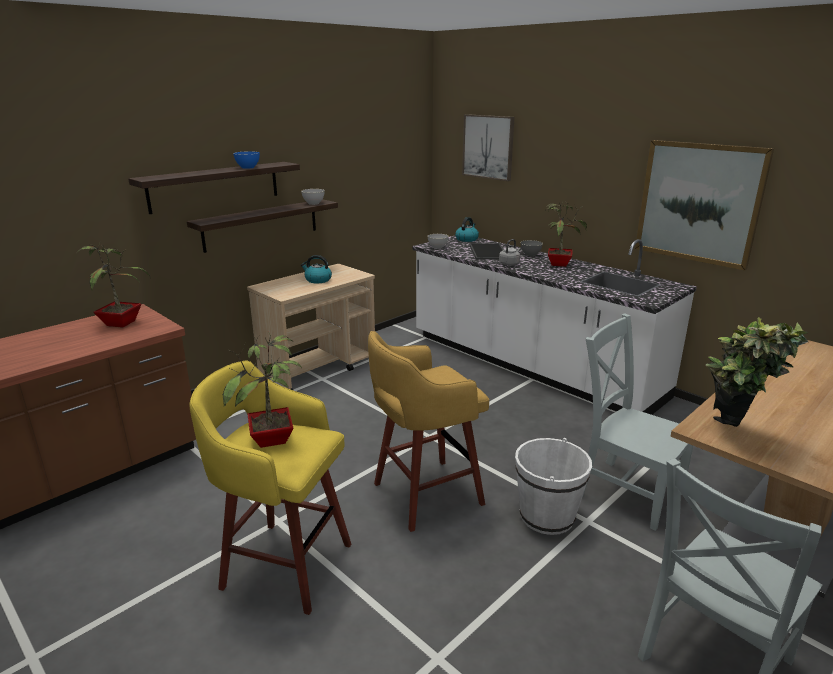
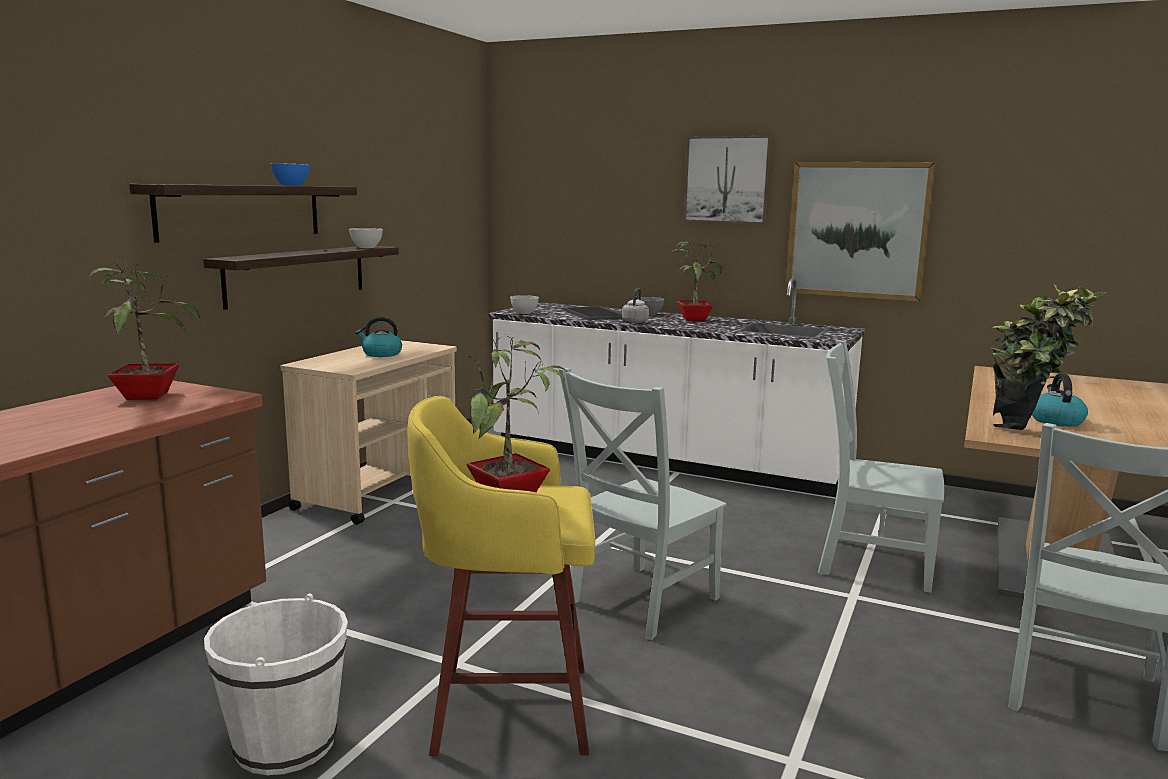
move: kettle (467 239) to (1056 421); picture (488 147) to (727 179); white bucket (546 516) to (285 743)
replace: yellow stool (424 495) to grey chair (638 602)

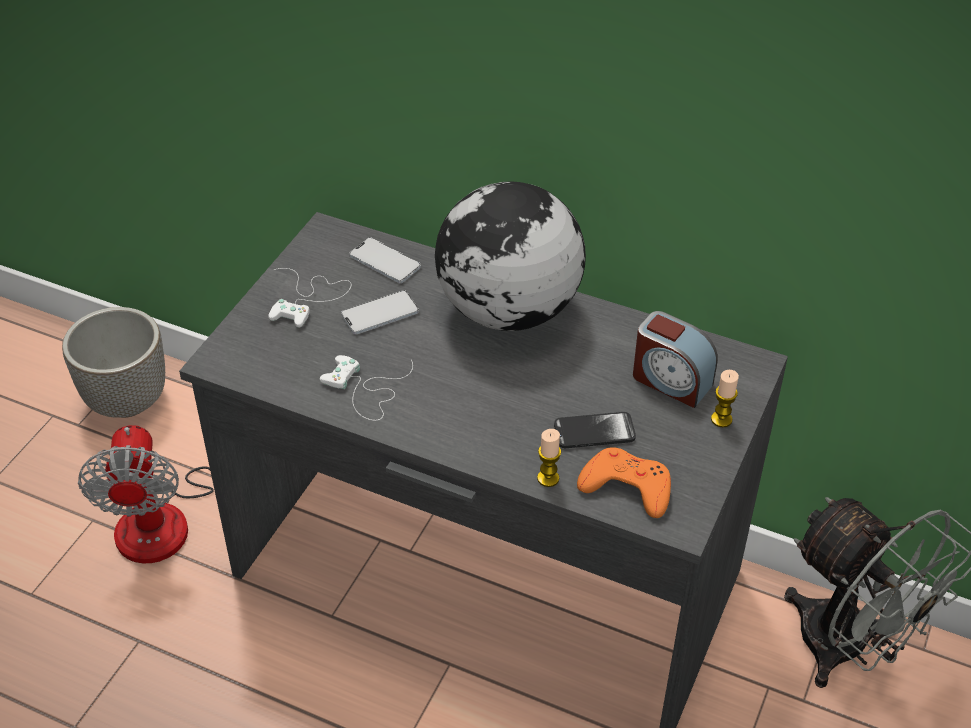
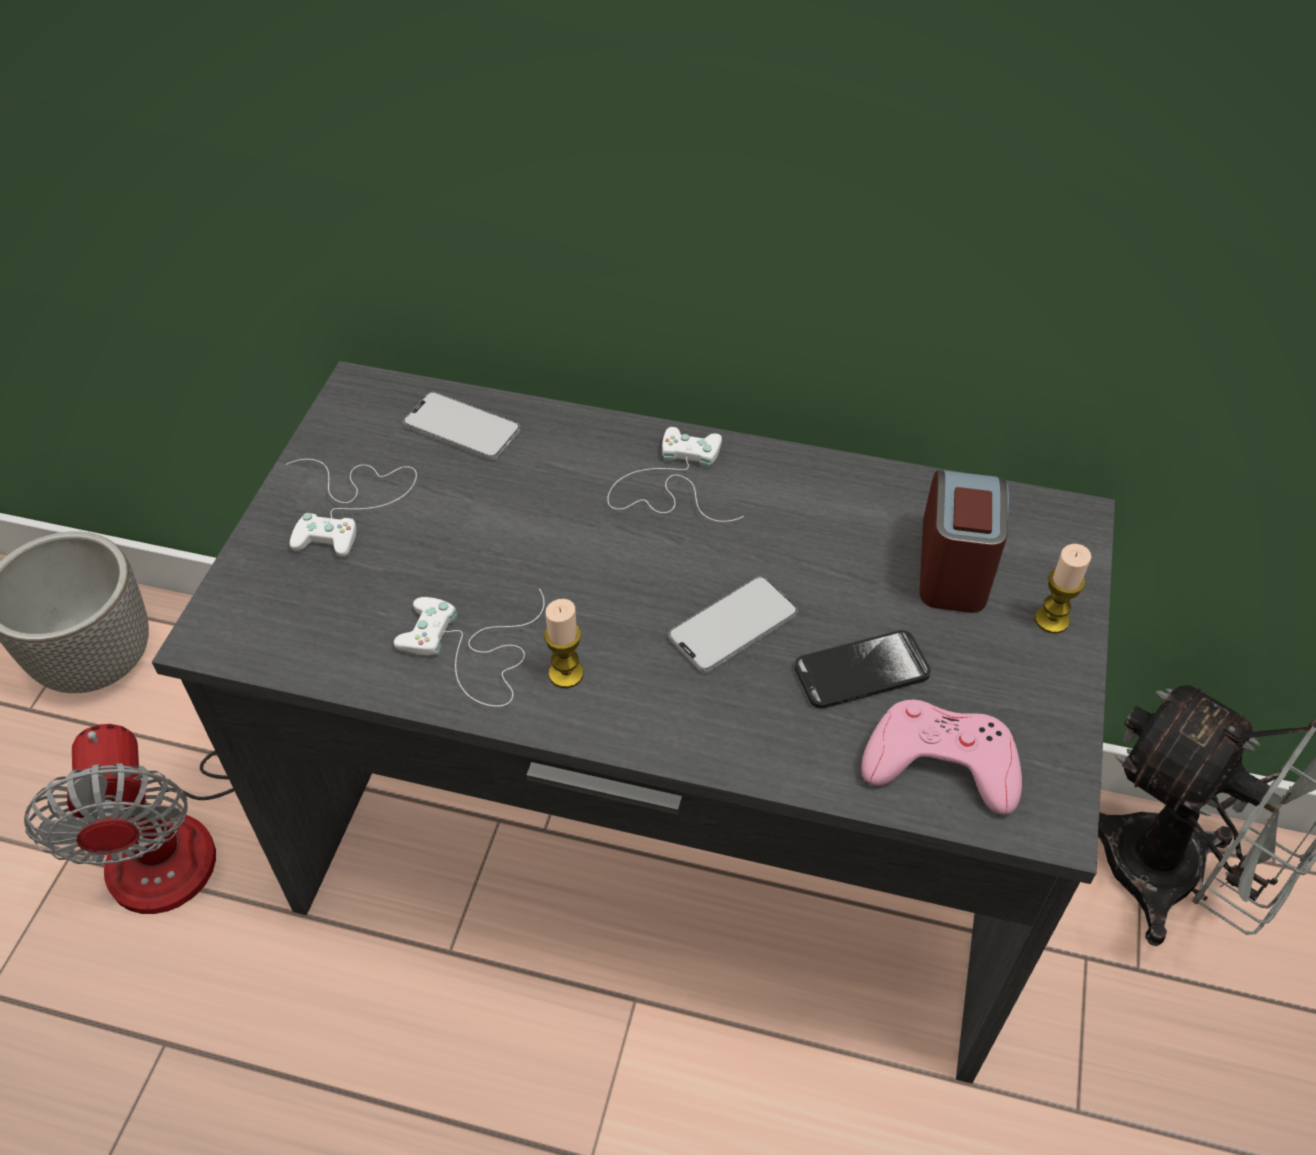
move: phone (380 314) to (733 626); candle (548 478) to (566 674)
replace: globe (507 311) to white game controller (671 483)
recolor: orange game controller (626 487) to pink game controller (940 763)
rotate: alarm clock (671 381) = (954 565) 105 degrees counterclockwise

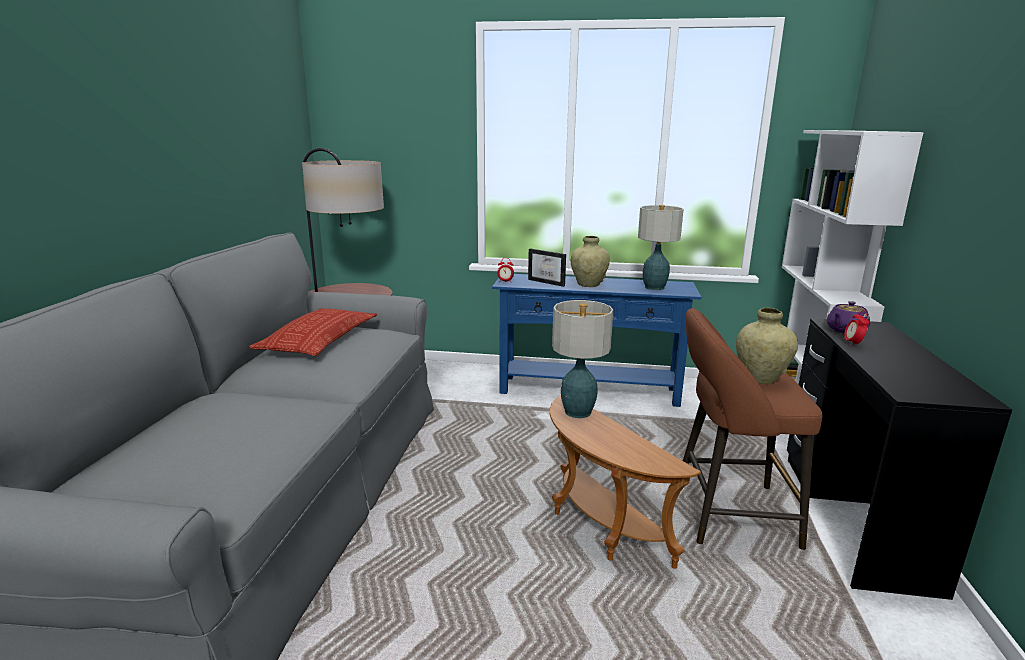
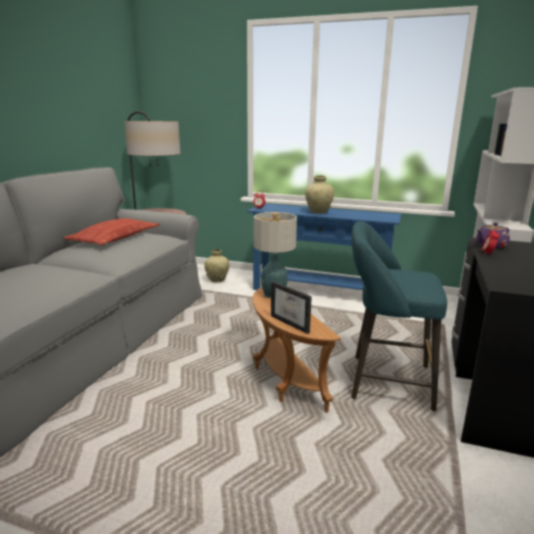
delete: table lamp (655 287)
move: picture frame (549 282) to (294 323); beige vase (761 378) to (217 280)
recolor: brown stool (726 513) to turquoise stool (385 381)

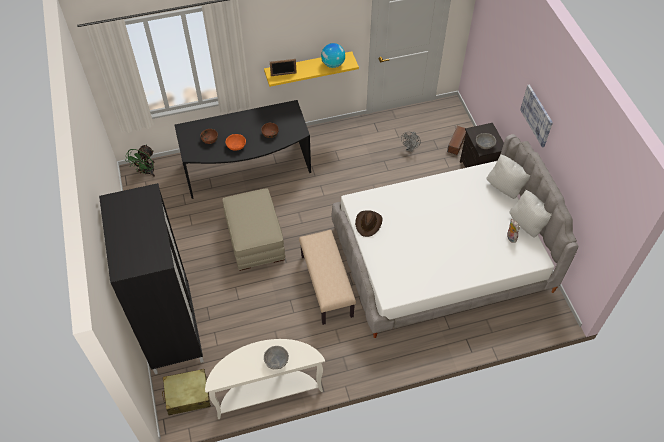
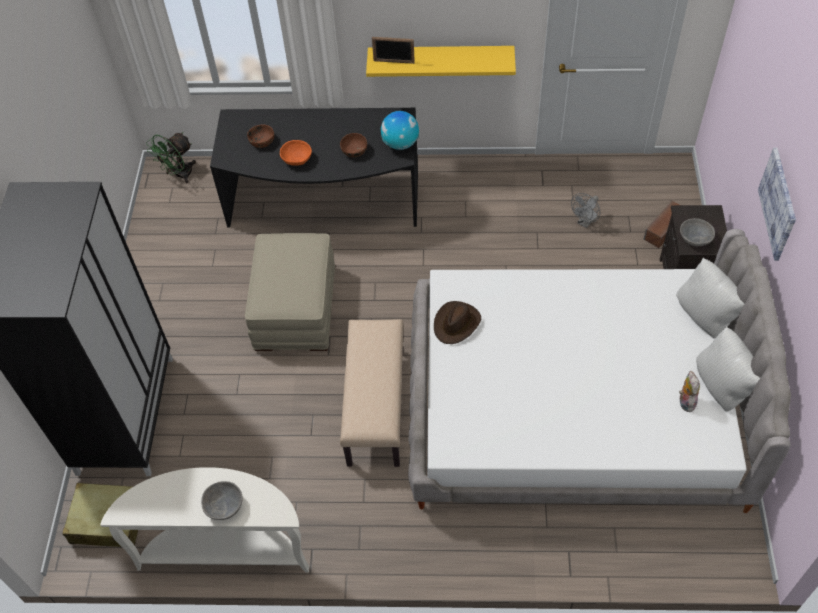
move: globe (333 64) to (400 144)

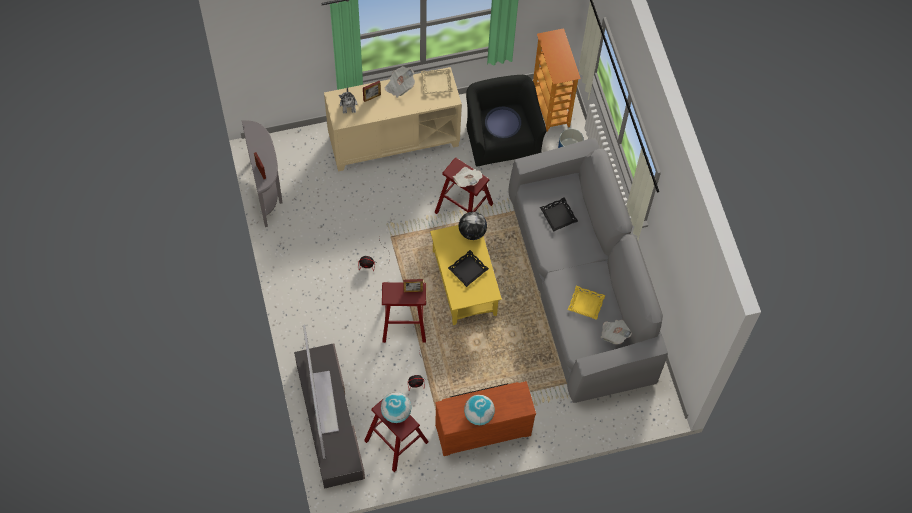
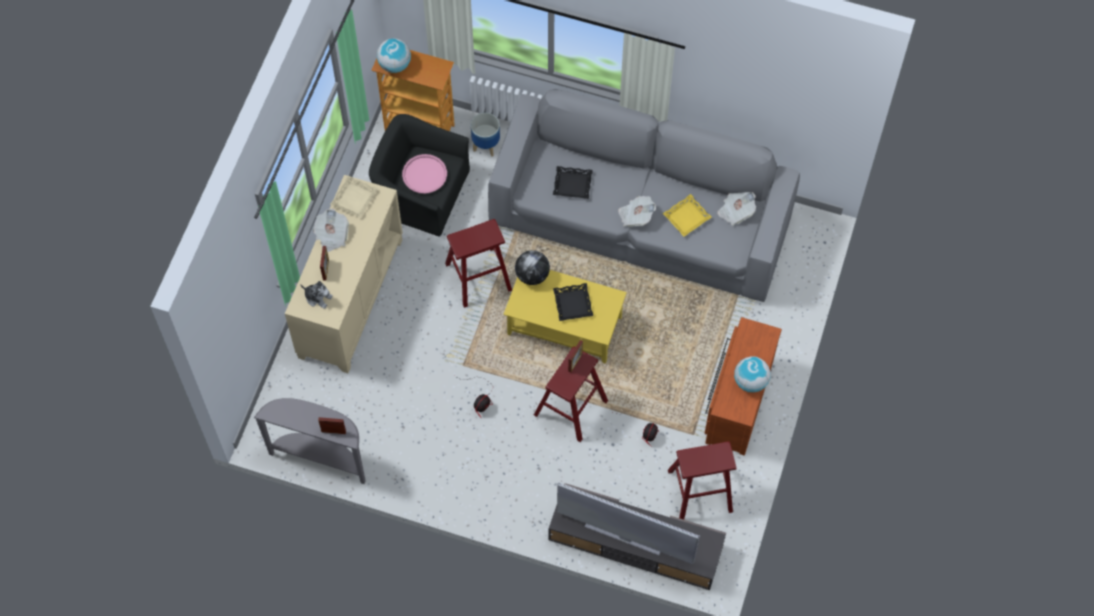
move: globe (396 412) to (395 64); newspaper (467 180) to (636 216)
recolor: blue tray (502 123) to pink tray (424 174)

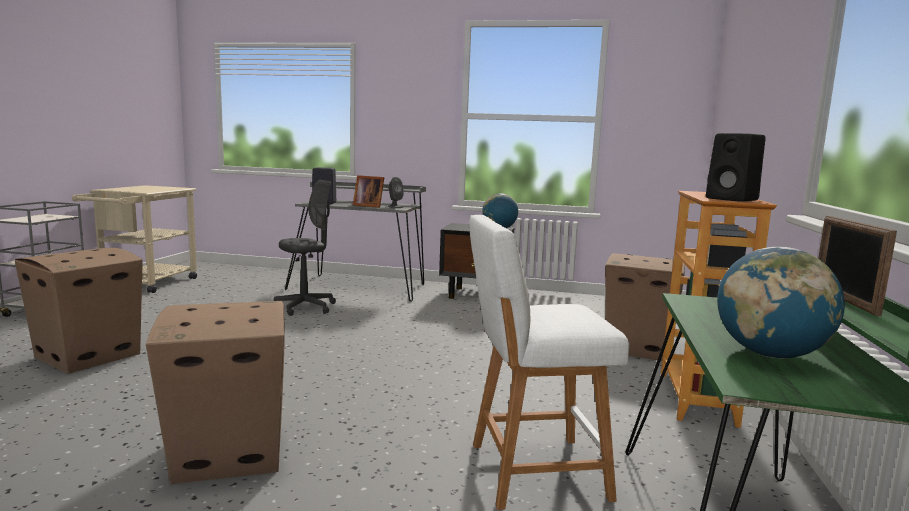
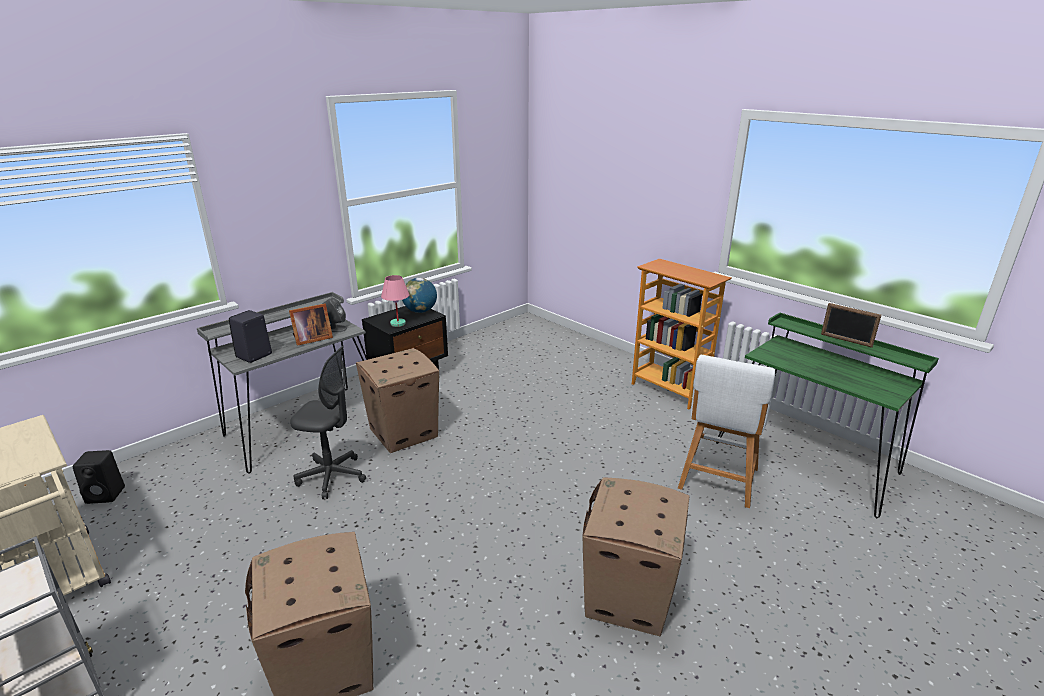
delete: globe (770 354)
insert: pink table lamp (397 323)
move: cardboard box (639 347) to (404 432); black speaker (733 199) to (107 495)
rotate: grey office chair (305 307) = (332 477) 105 degrees clockwise

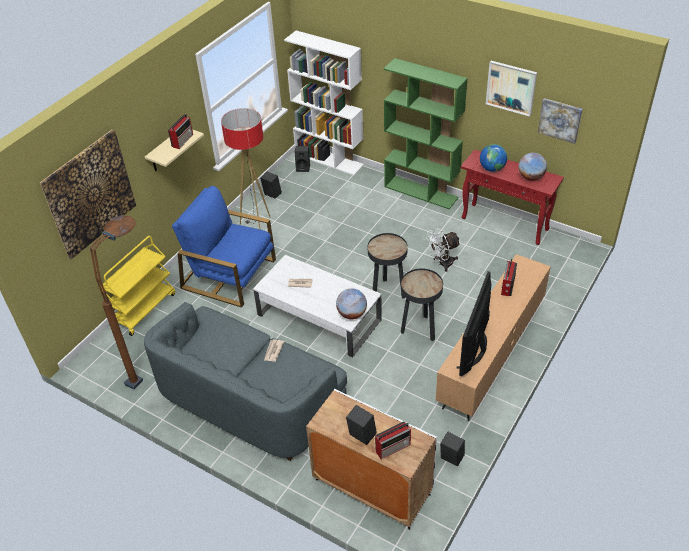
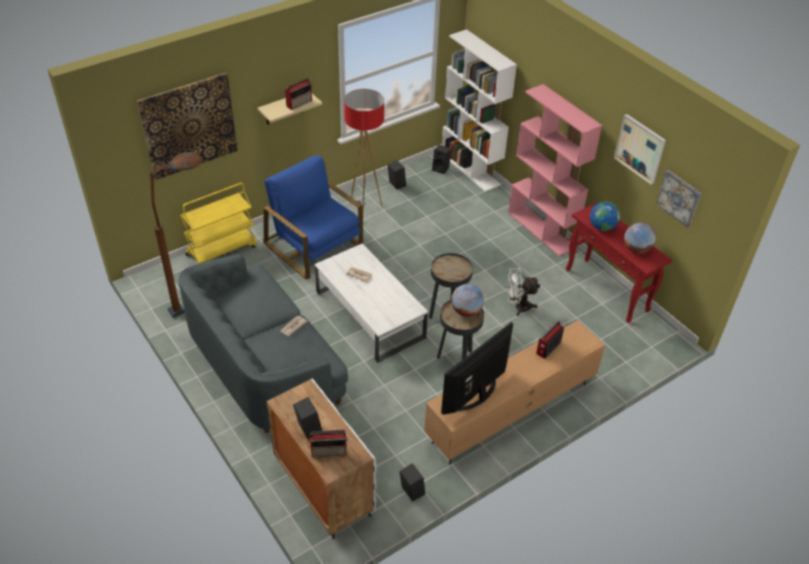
move: globe (351 314) to (466 311)
recolor: green bookcase (421 192) to pink bookcase (541 230)

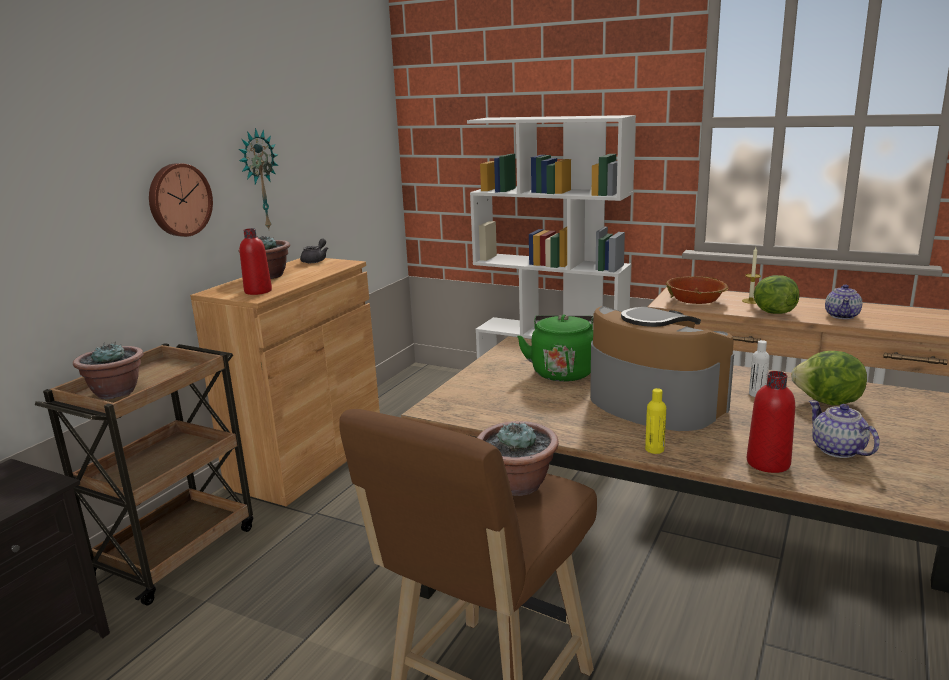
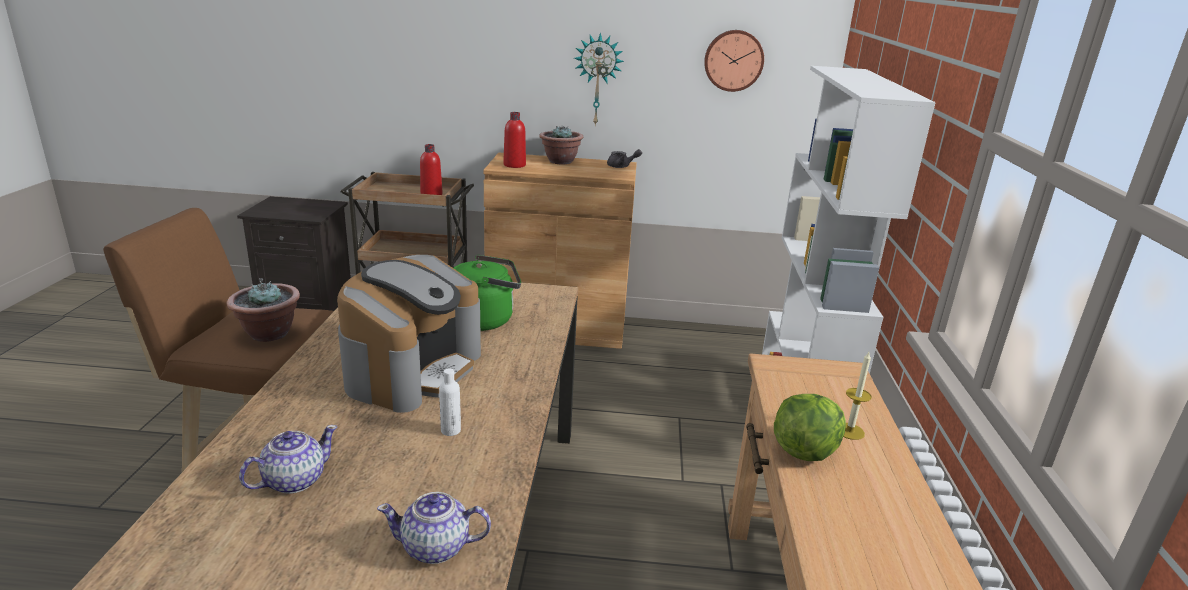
delete: potted plant (116 392); yellow bottle (654 449); bowl (695 301); lettuce (828 402)
move: wall clock (178 200) to (733 60); red bottle (768 463) to (431 194); teapot (842 316) to (436 548)

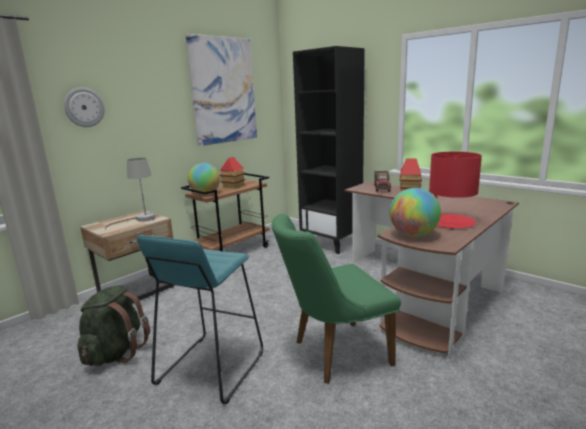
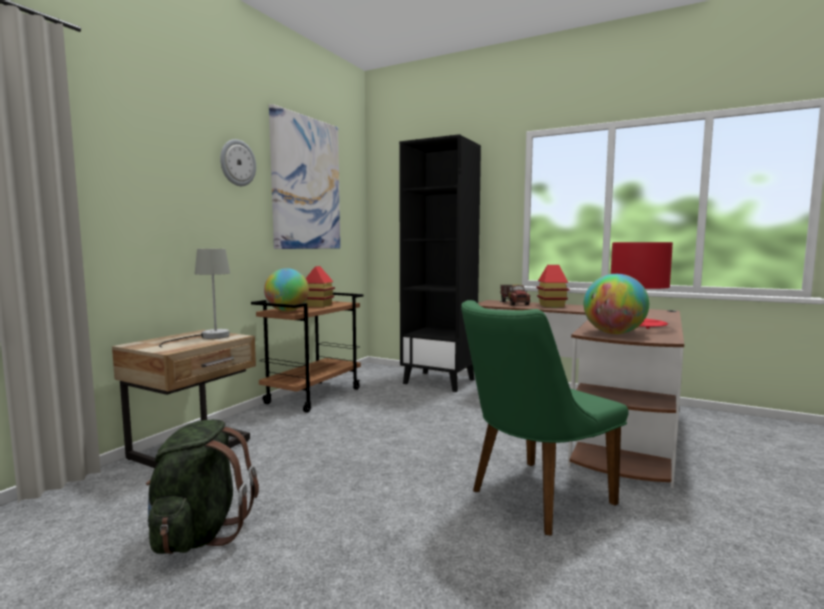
delete: turquoise stool (210 368)
move: wall clock (84 107) to (237 163)

